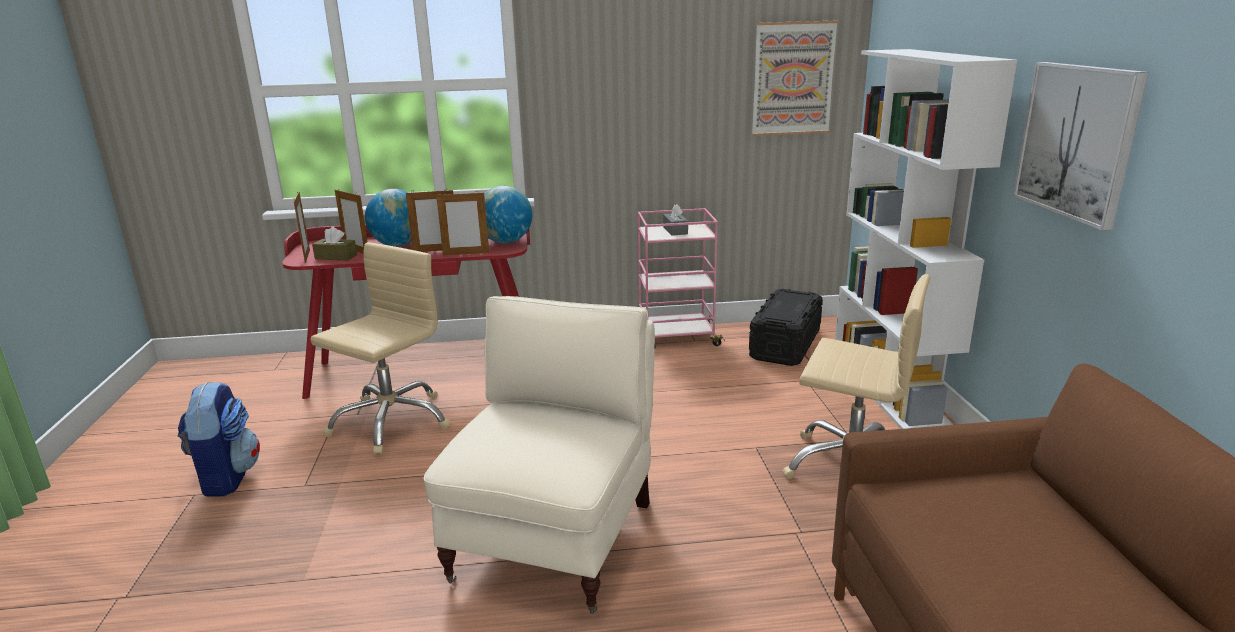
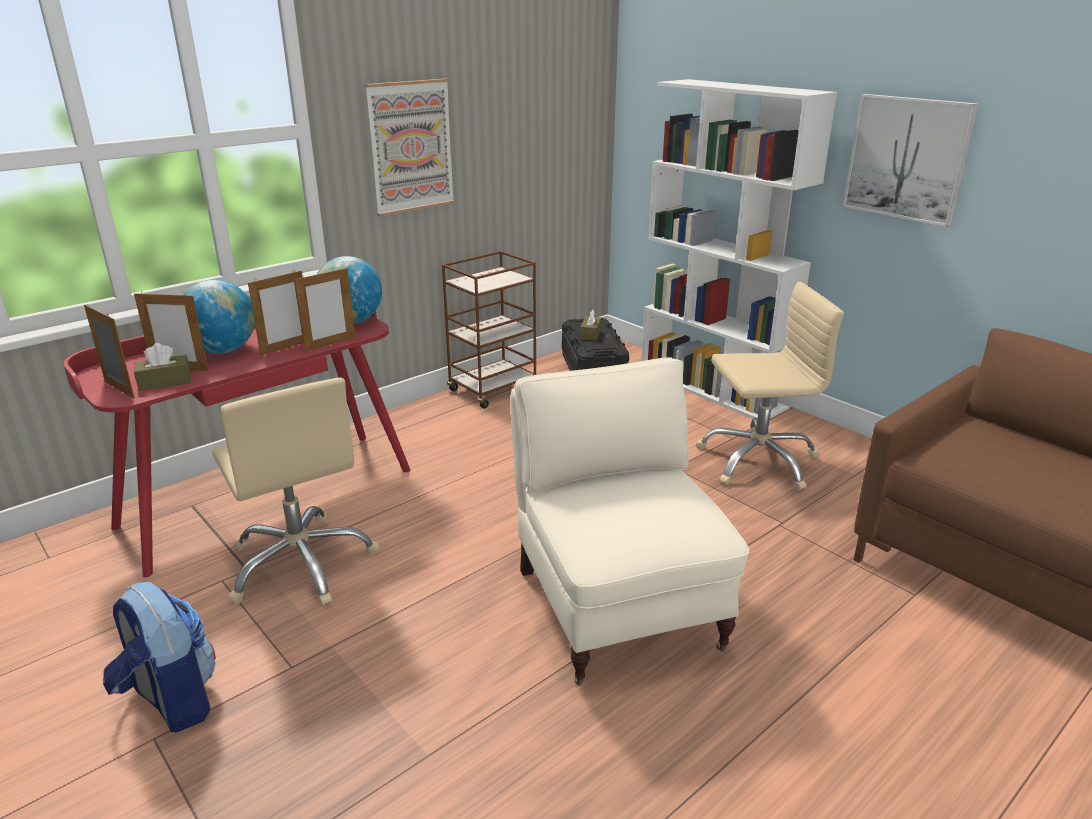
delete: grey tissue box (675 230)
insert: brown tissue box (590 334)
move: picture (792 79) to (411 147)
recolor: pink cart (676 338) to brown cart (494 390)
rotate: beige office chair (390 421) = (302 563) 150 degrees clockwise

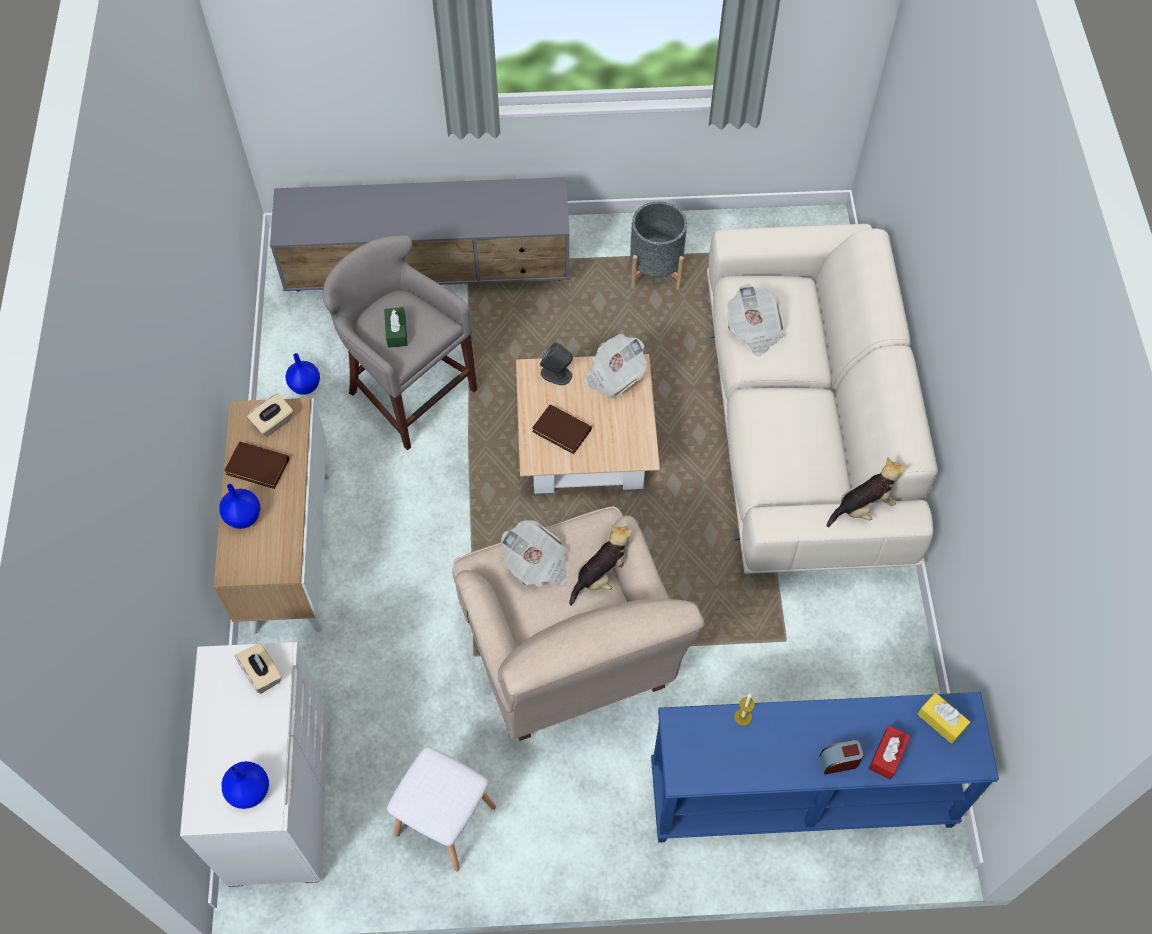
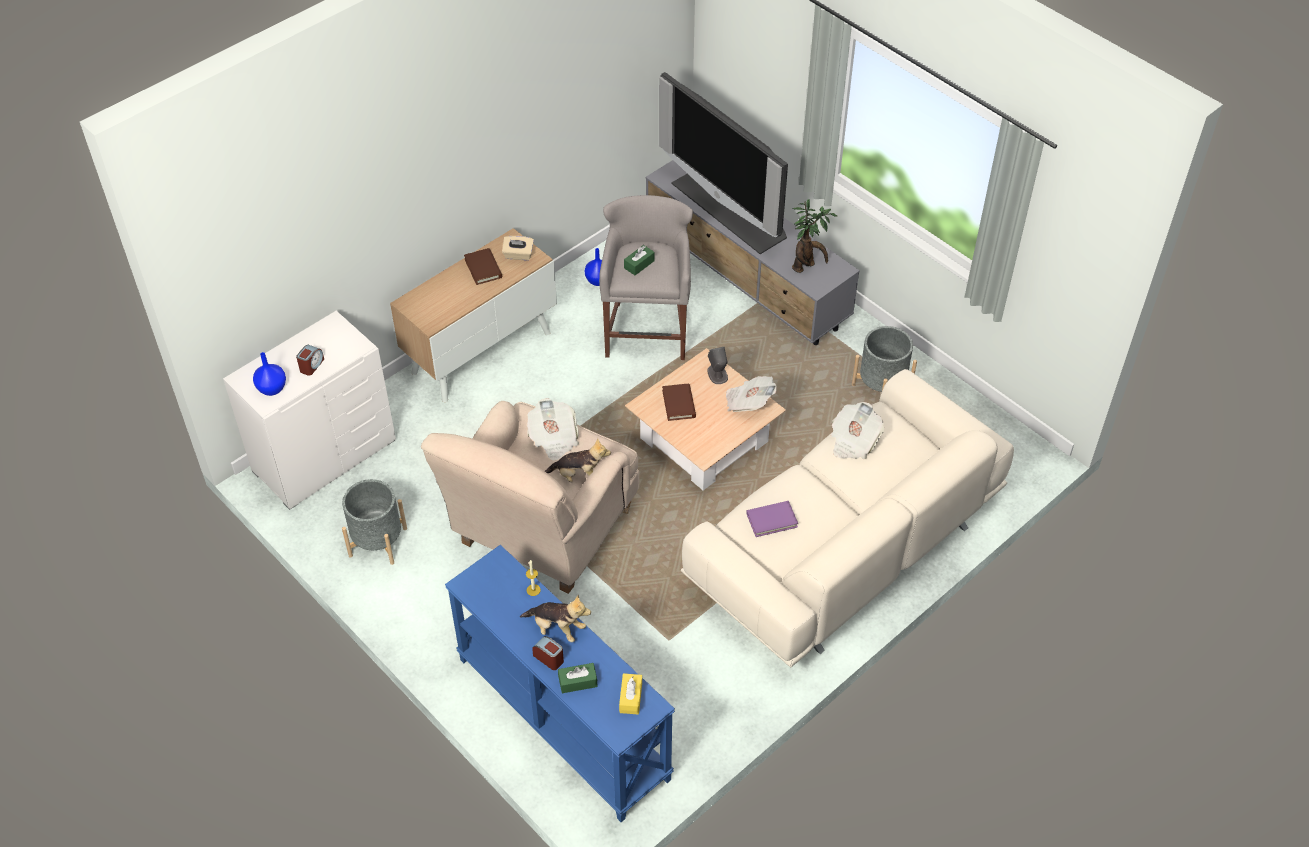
delete: blue vase (243 518); beige tissue box (262 674)
insert: alarm clock (311 365); television (730 209); purple book (771 520); potted plant (807 266)
move: plush toy (863 507) to (557 628)
replace: white stool (443 820) to grey planter (378 542)
recolor: red tissue box (887 755) to green tissue box (578 682)

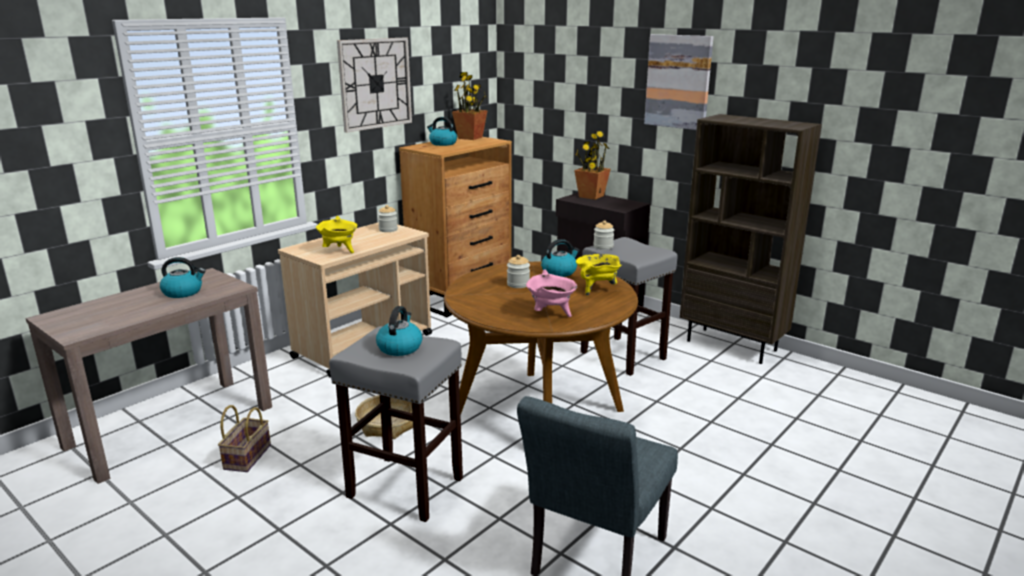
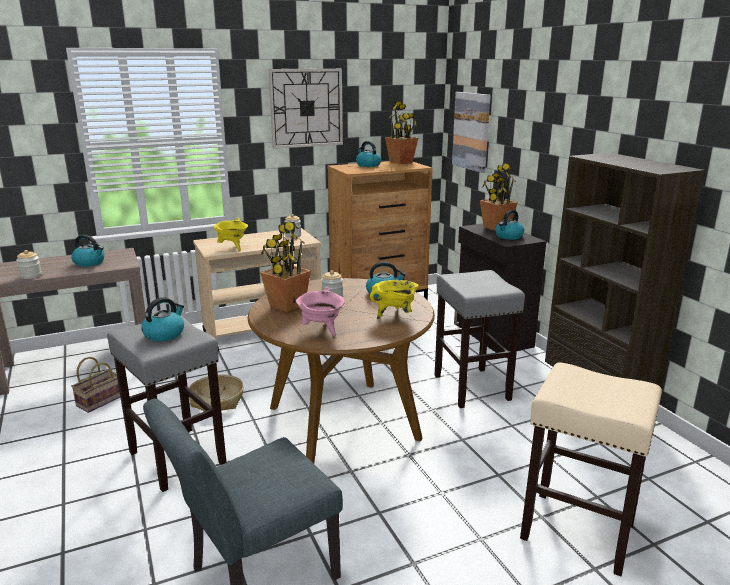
insert: potted plant (287 305); kettle (508 236); beige stool (575 531)
move: jar (603 246) to (31 276); picture (678 81) to (472 131)

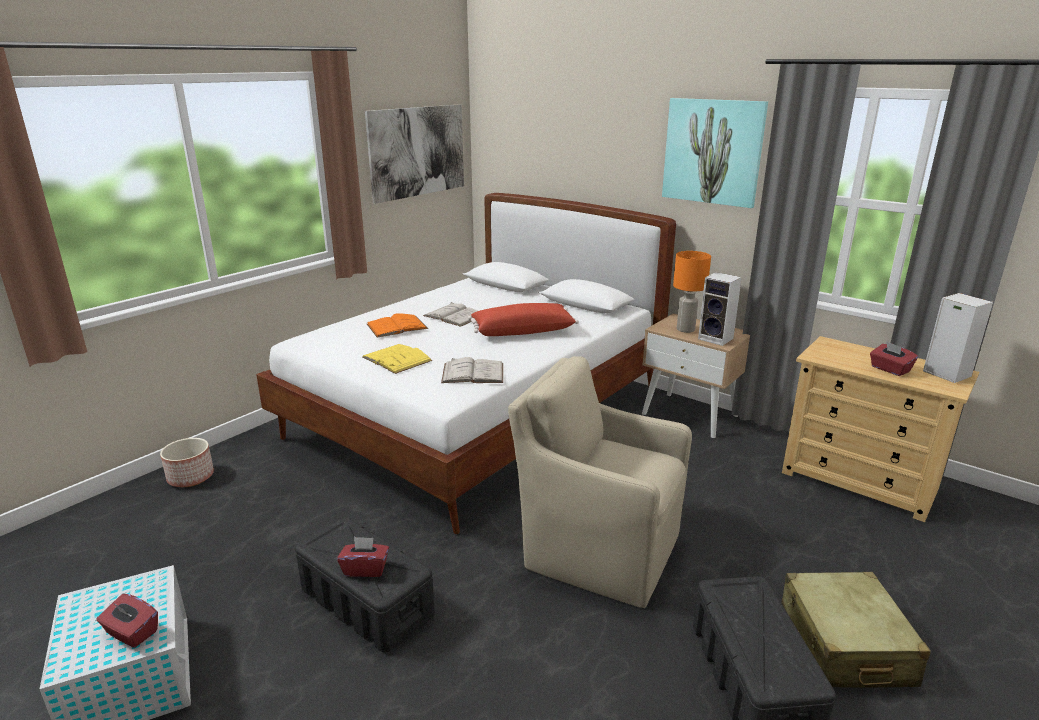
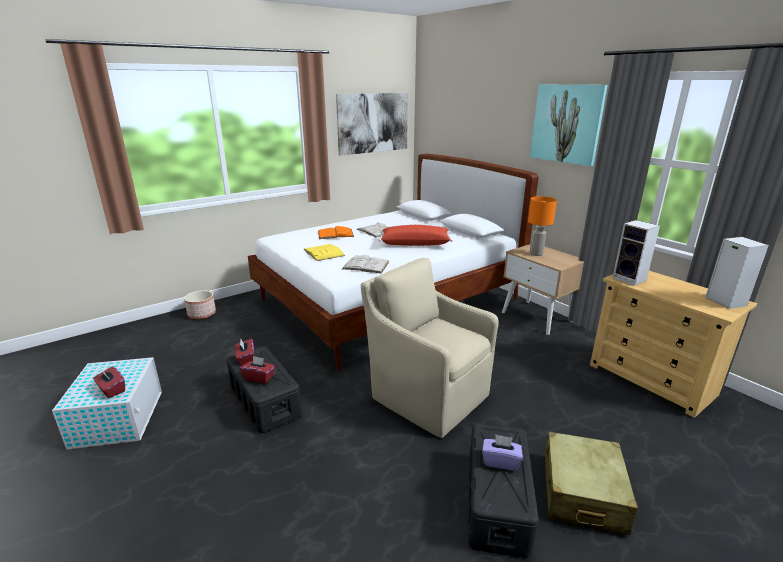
insert: purple tissue box (500 461)
move: speaker (717 339) to (630 279); red tissue box (889 369) to (246 359)

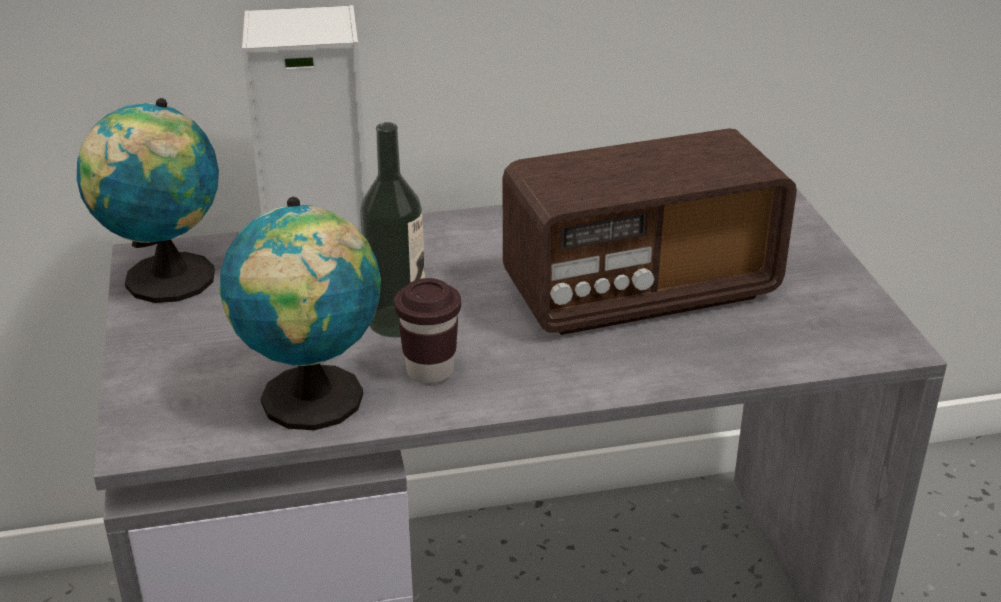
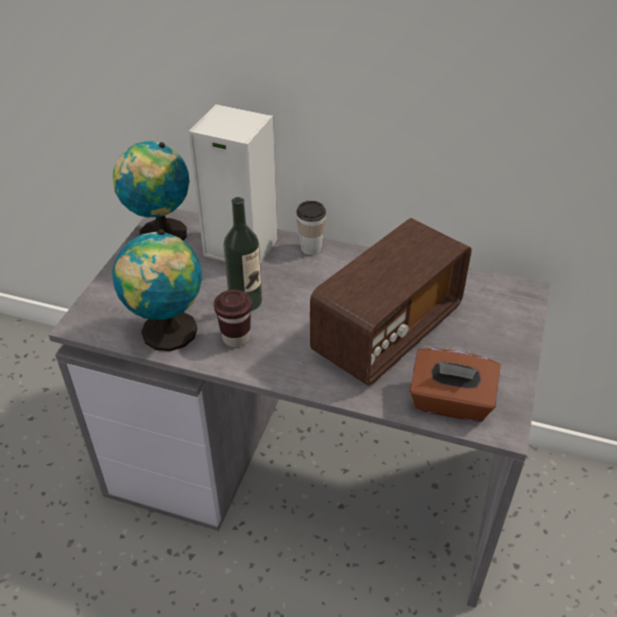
insert: cup (311 248); brown tissue box (450 403)
rotate: radio (640 291) = (387 331) 60 degrees counterclockwise

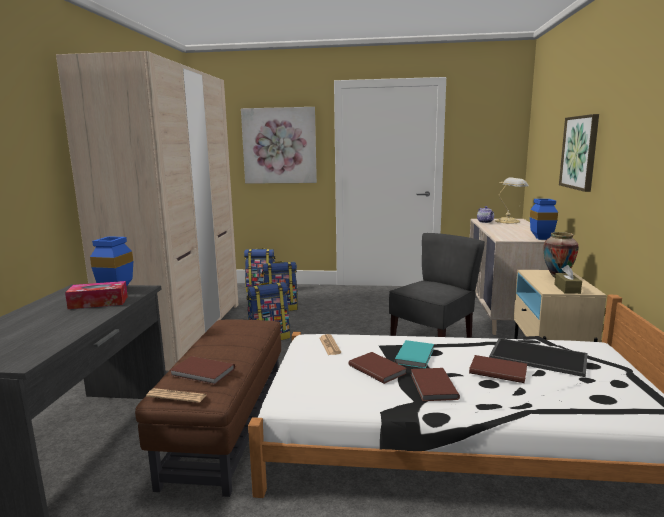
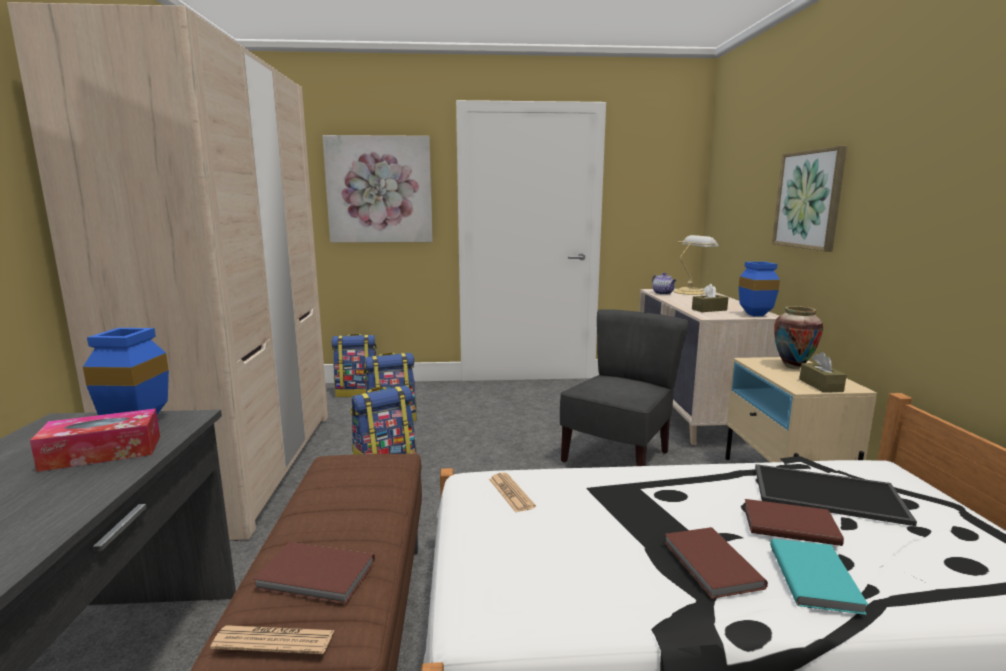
delete: brown book (377 369)
insert: brown tissue box (709 309)
move: turquoise book (416 356) to (816 577)

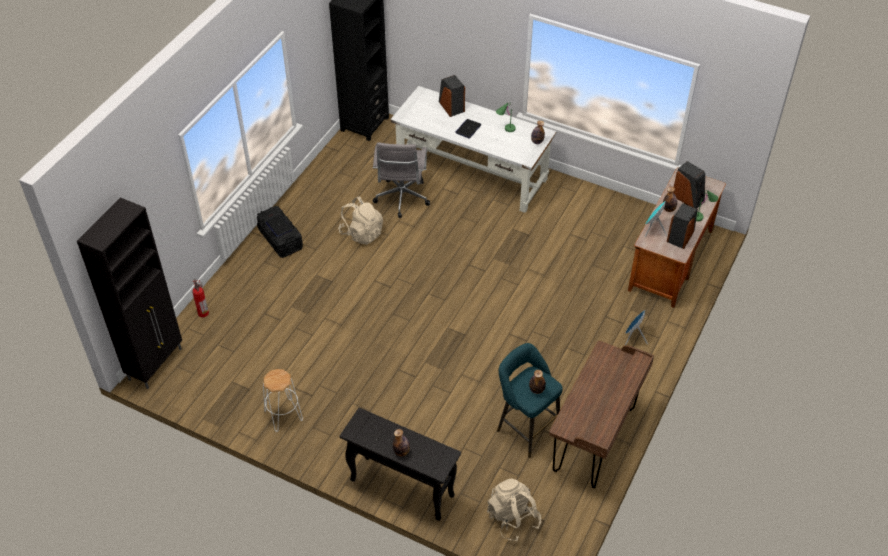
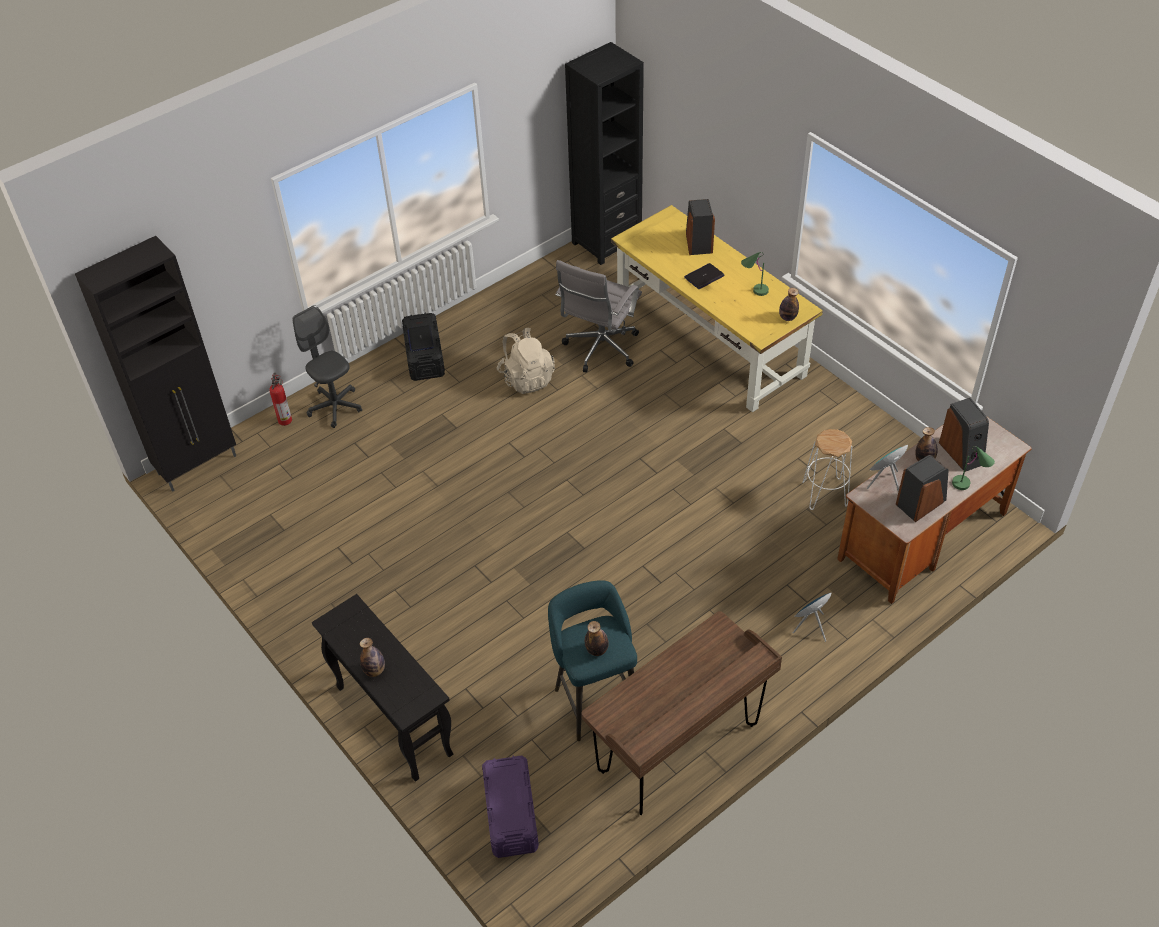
insert: grey office chair (335 407)
move: white stool (284 415) to (825 494)
replace: beige backpack (513 518) to purple storage box (511 815)
recolor: white desk (472 173) to yellow desk (710 341)

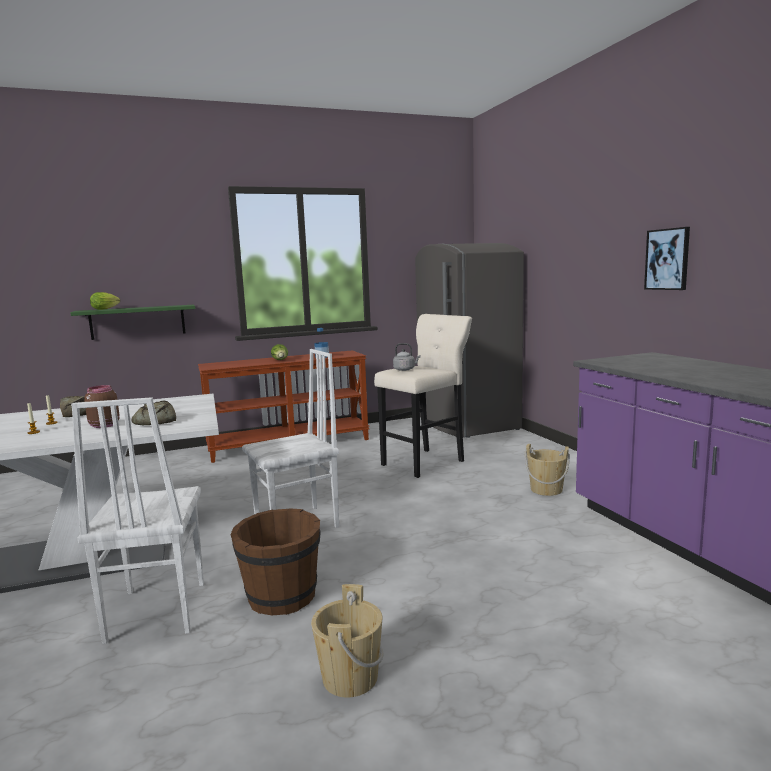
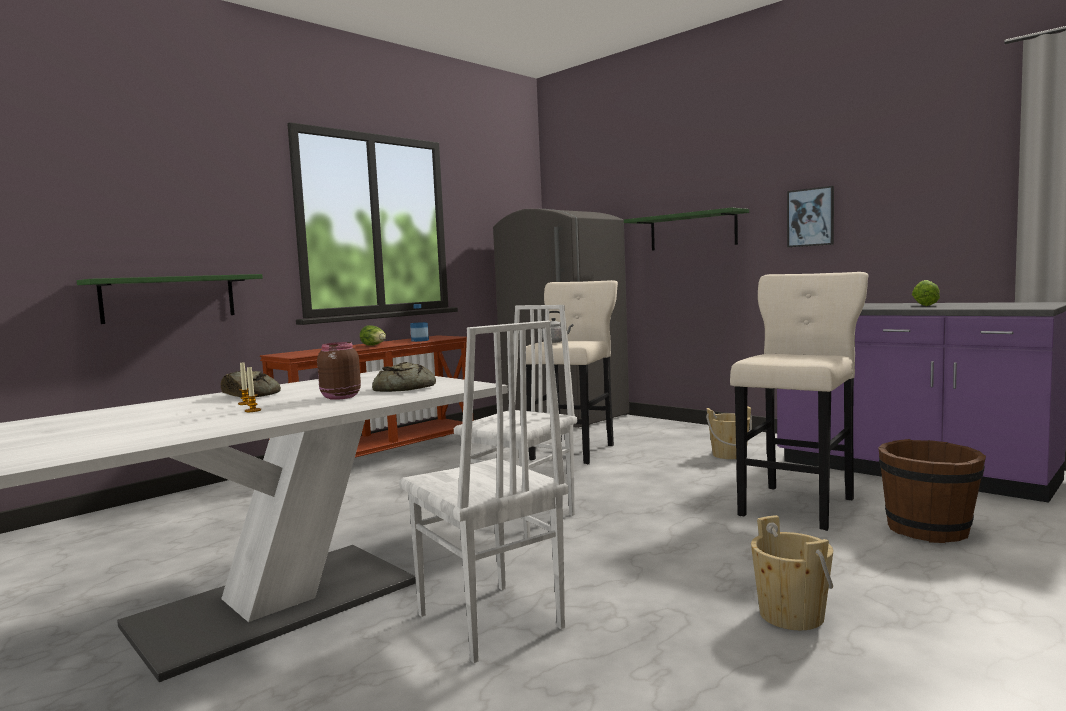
insert: green shelf (692 231); beige stool (799 505)
move: lettuce (106 309) to (925 305); brown bucket (281 597) to (928 530)

